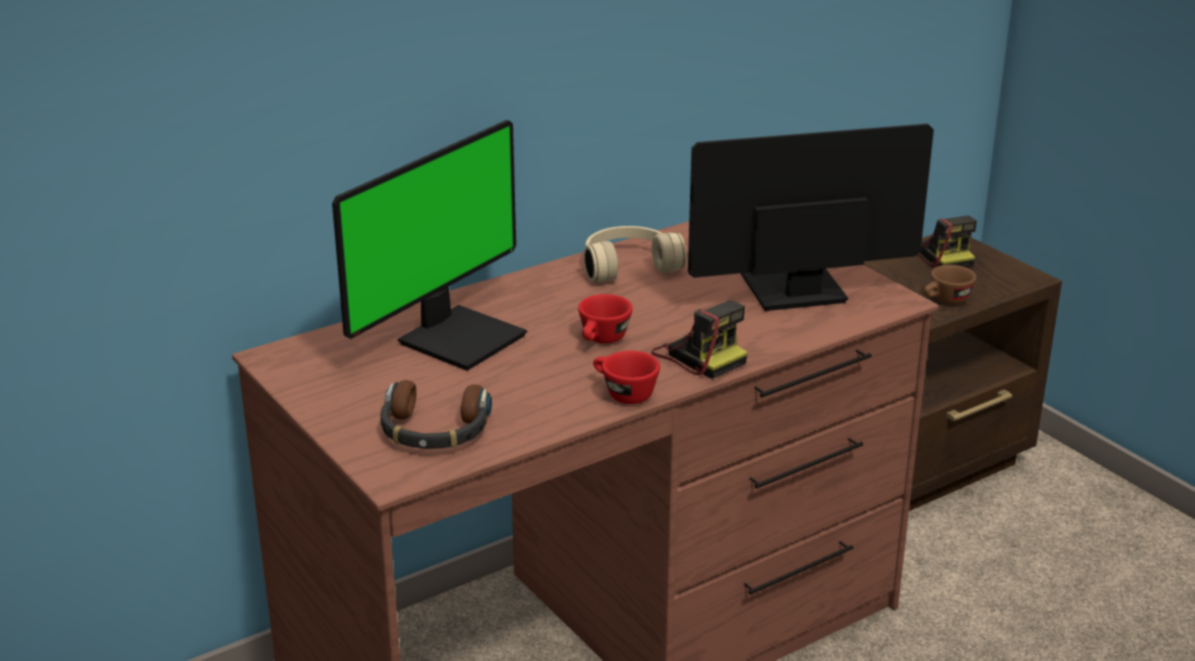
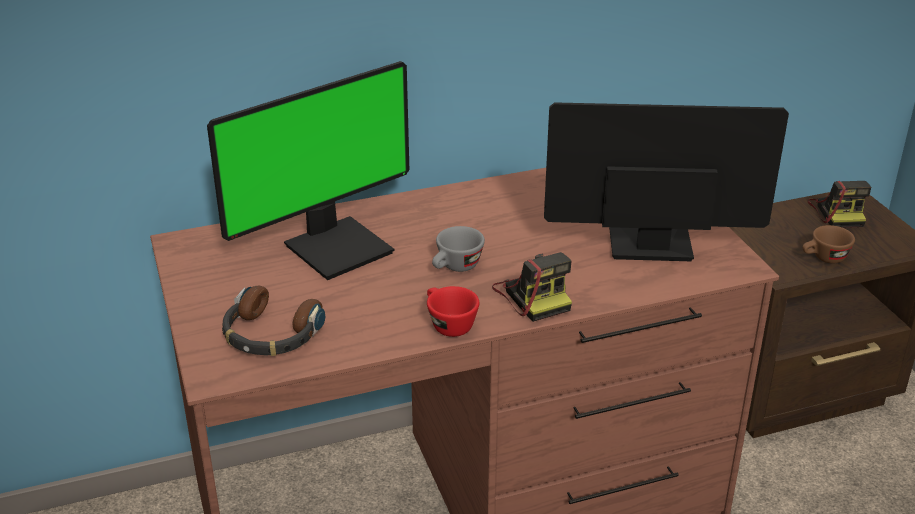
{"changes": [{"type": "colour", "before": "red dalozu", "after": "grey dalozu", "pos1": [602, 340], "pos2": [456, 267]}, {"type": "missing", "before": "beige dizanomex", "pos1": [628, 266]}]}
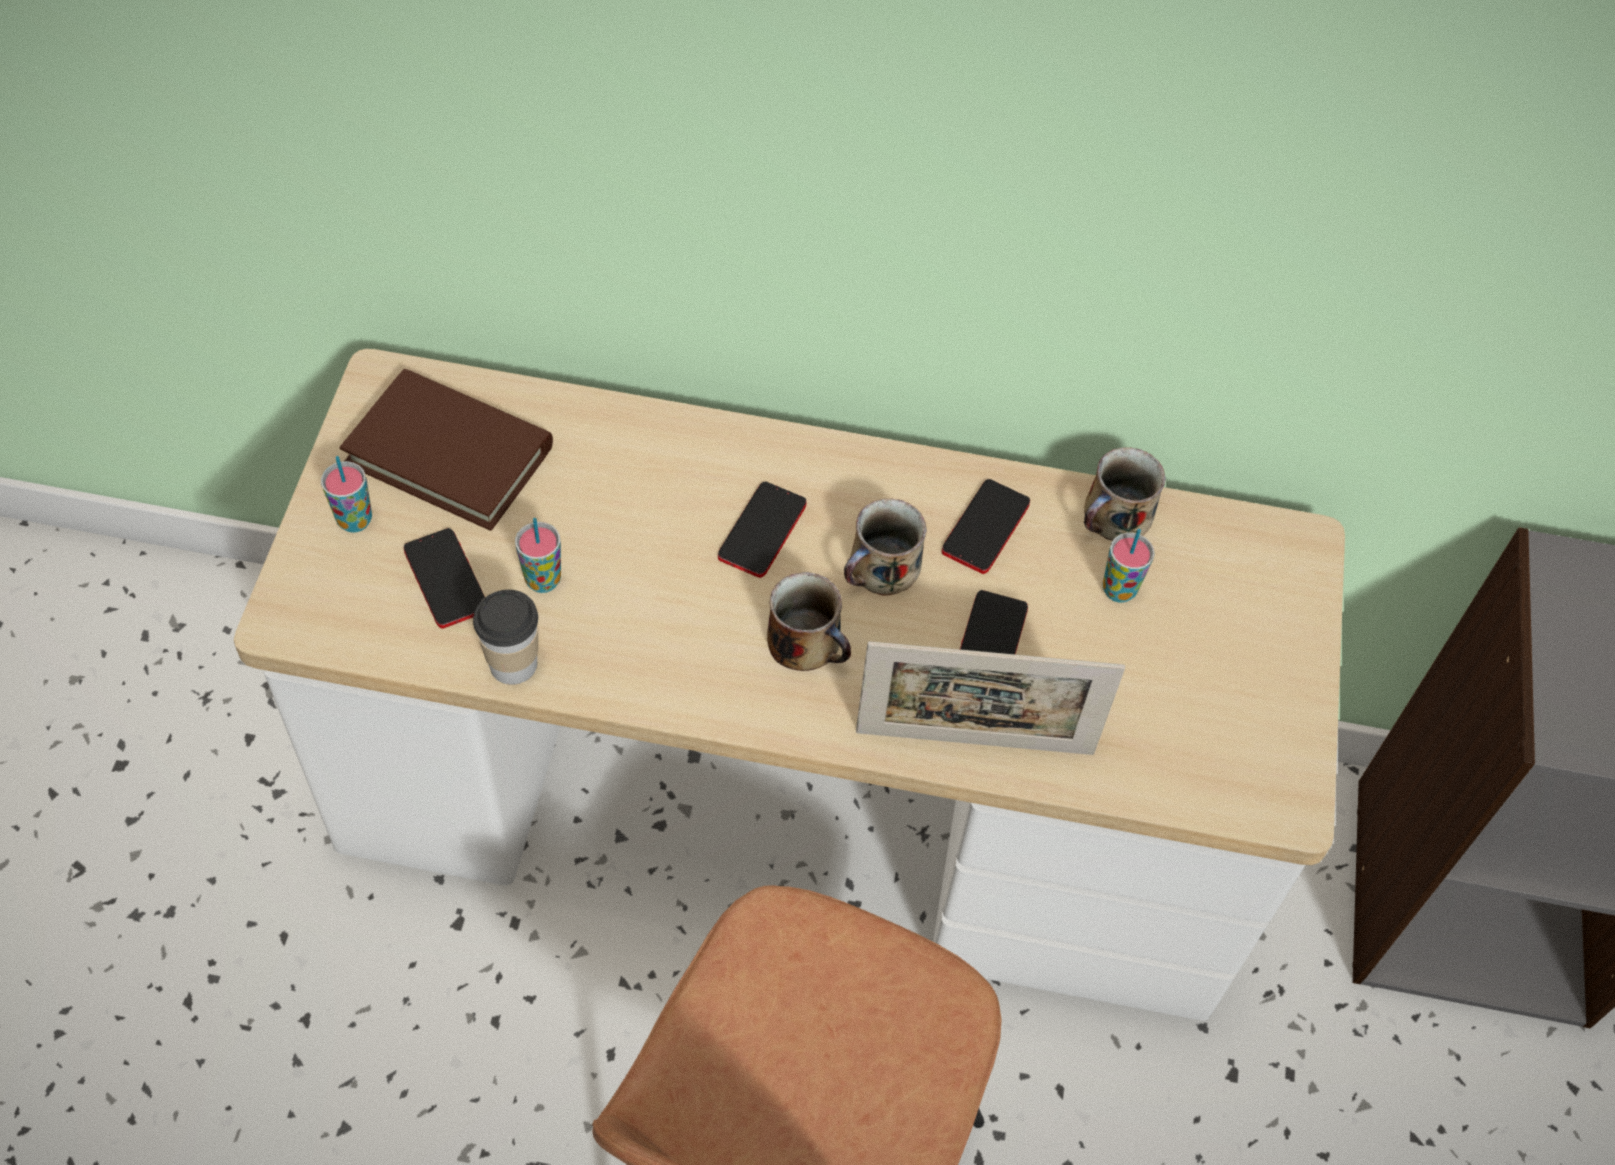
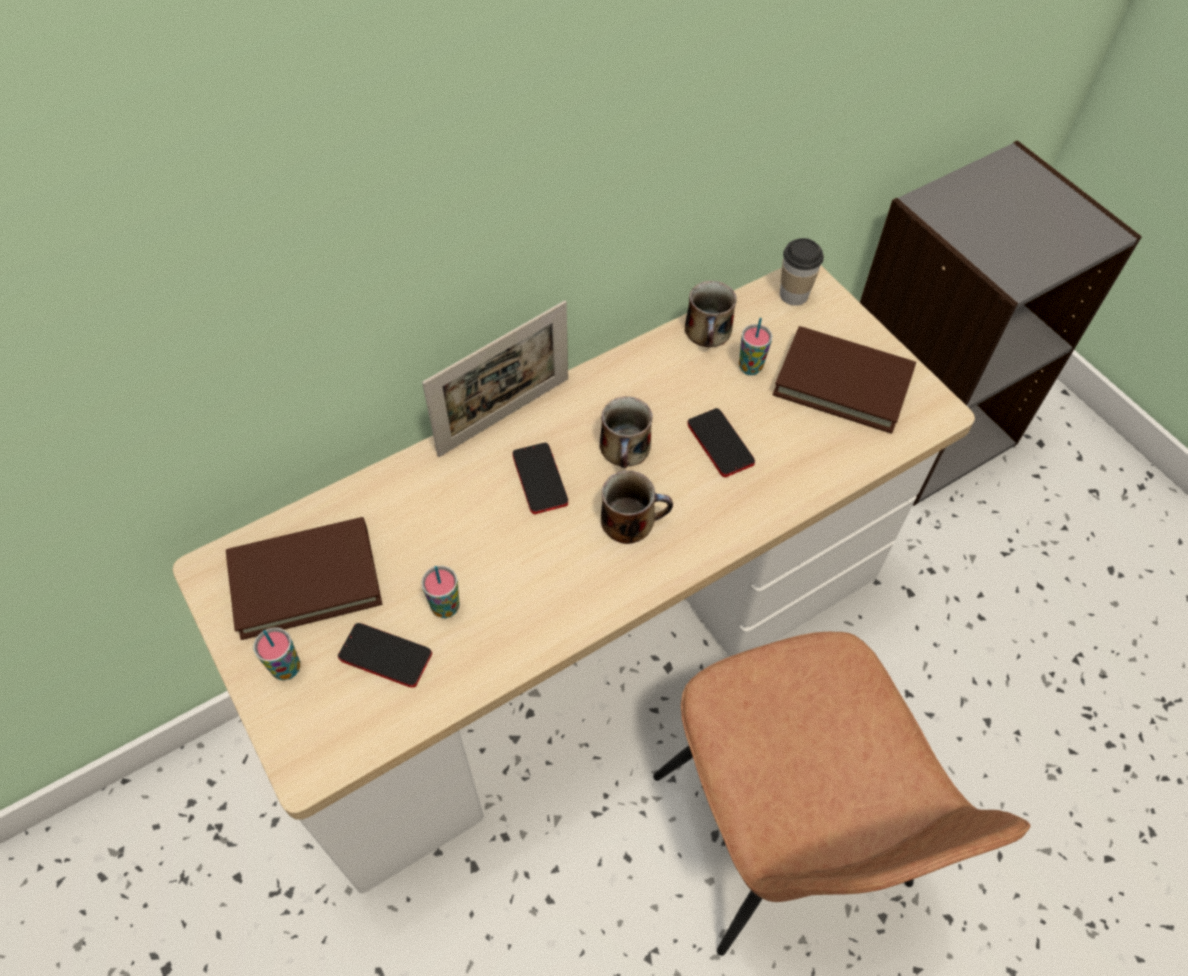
{"changes": [{"type": "relocated", "before": "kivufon", "pos1": [974, 742], "pos2": [504, 416]}, {"type": "appeared", "after": "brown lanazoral", "pos2": [842, 383]}, {"type": "relocated", "before": "dalozu", "pos1": [513, 664], "pos2": [794, 294]}, {"type": "missing", "before": "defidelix", "pos1": [985, 527]}]}
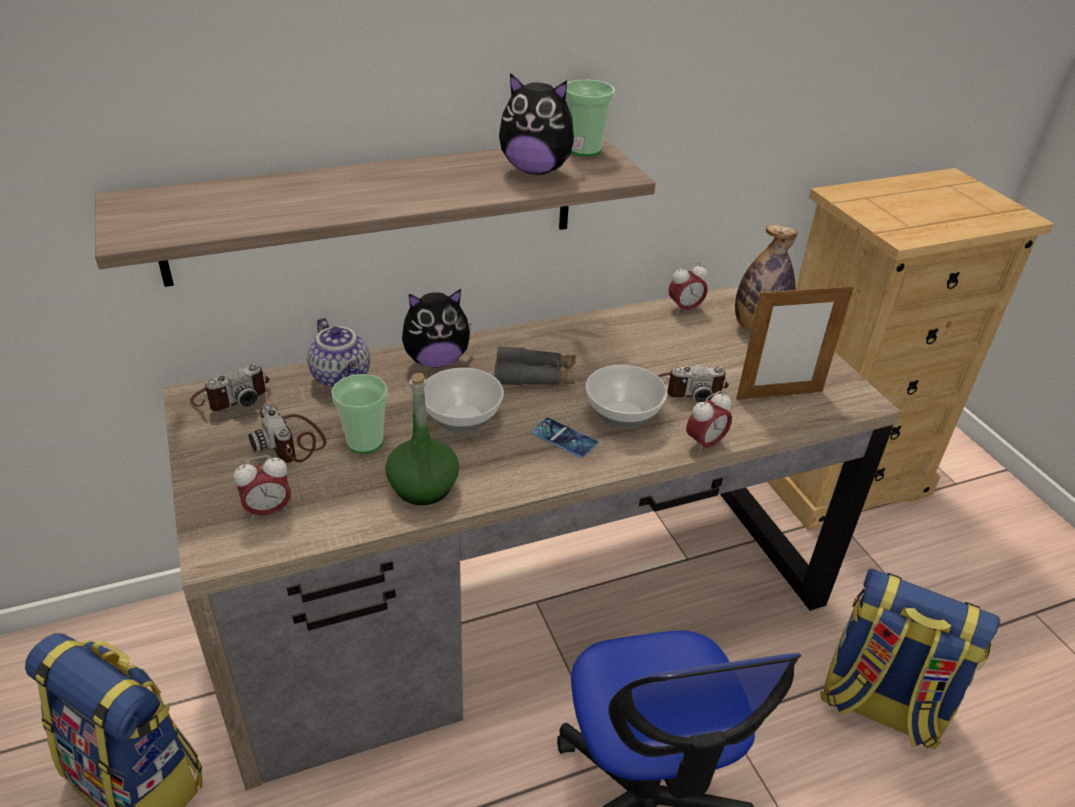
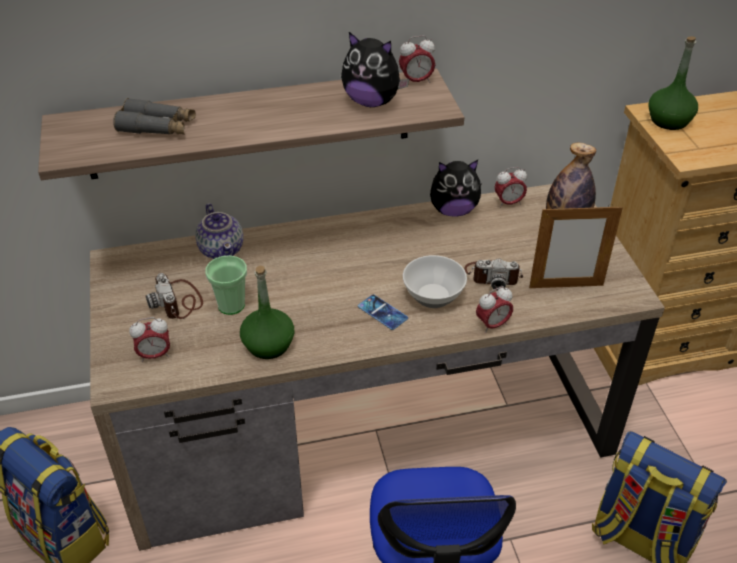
{"changes": [{"type": "relocated", "before": "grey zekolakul", "pos1": [535, 376], "pos2": [157, 127]}, {"type": "exchanged", "before": "dalozu", "after": "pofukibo", "pos1": [584, 149], "pos2": [416, 81]}, {"type": "relocated", "before": "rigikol", "pos1": [436, 360], "pos2": [453, 210]}, {"type": "appeared", "after": "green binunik", "pos2": [668, 120]}, {"type": "missing", "before": "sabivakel", "pos1": [231, 396]}, {"type": "missing", "before": "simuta", "pos1": [460, 418]}]}
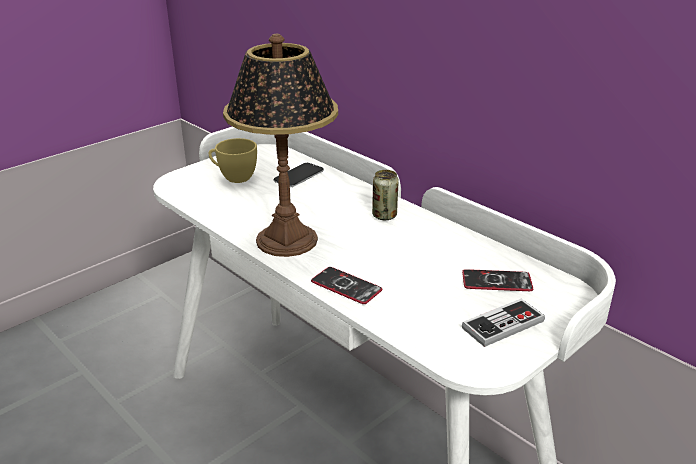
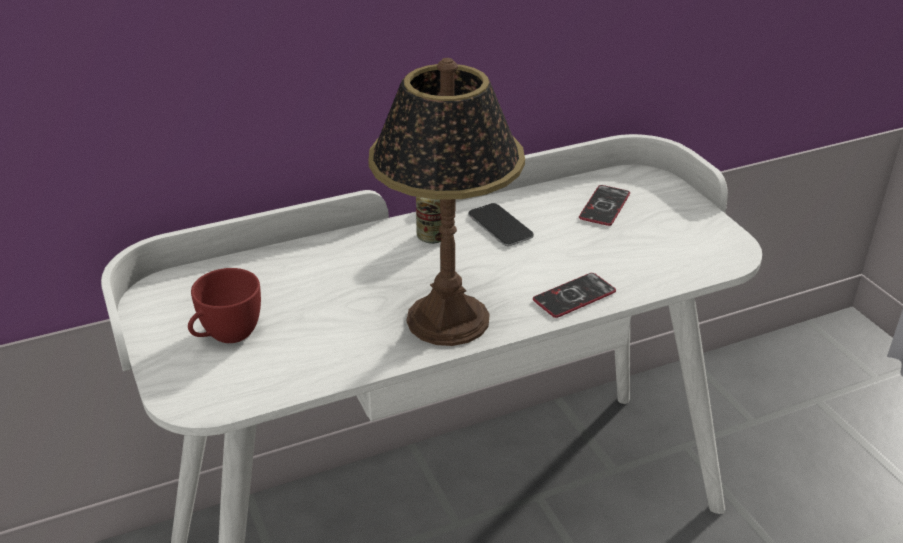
{"changes": [{"type": "colour", "before": "yellow dalozu", "after": "red dalozu", "pos1": [233, 177], "pos2": [226, 336]}, {"type": "relocated", "before": "defidelix", "pos1": [299, 176], "pos2": [500, 226]}, {"type": "missing", "before": "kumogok", "pos1": [503, 324]}]}
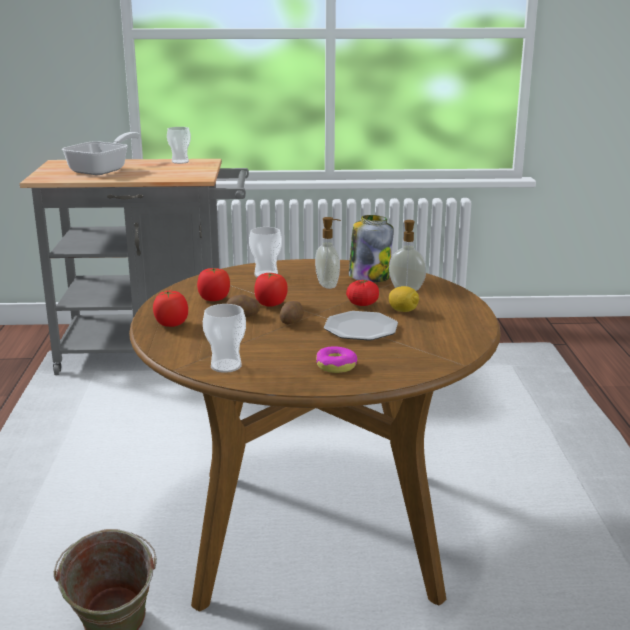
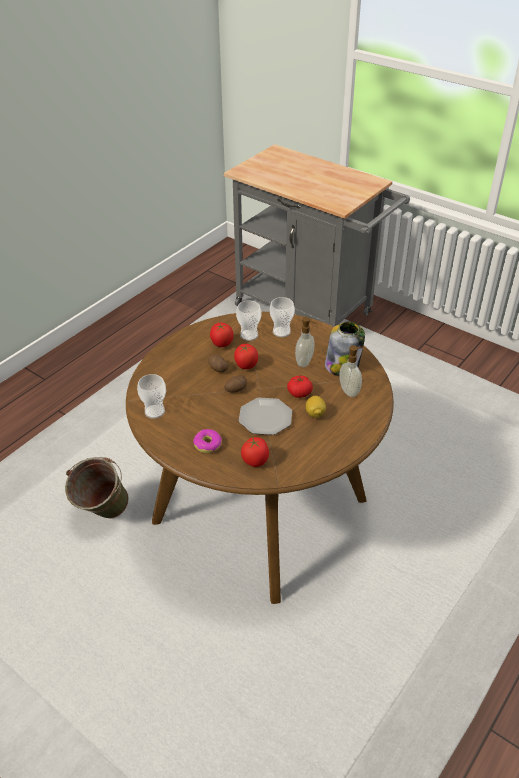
{"changes": [{"type": "relocated", "before": "dalozu", "pos1": [180, 161], "pos2": [249, 335]}, {"type": "relocated", "before": "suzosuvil", "pos1": [171, 324], "pos2": [255, 461]}, {"type": "missing", "before": "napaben", "pos1": [103, 170]}]}
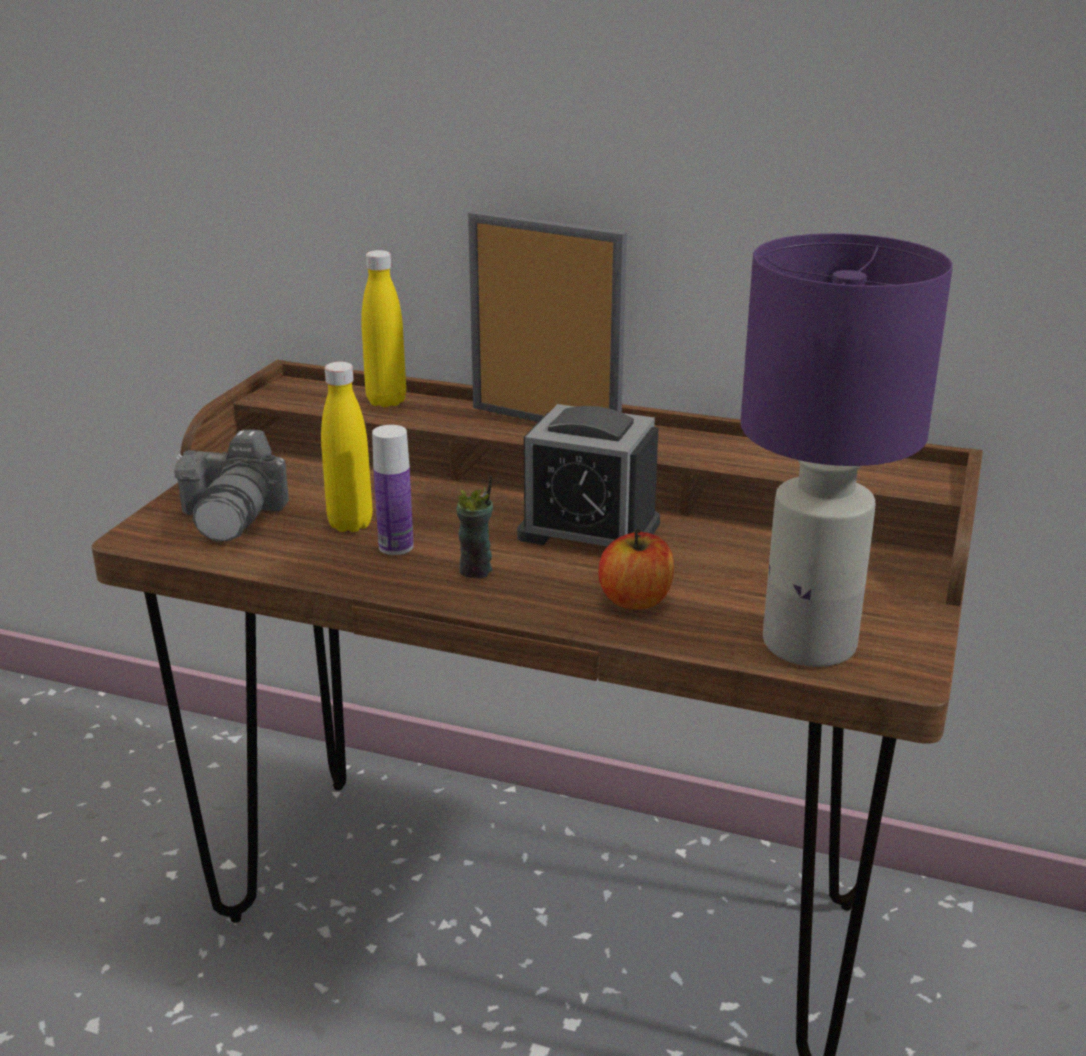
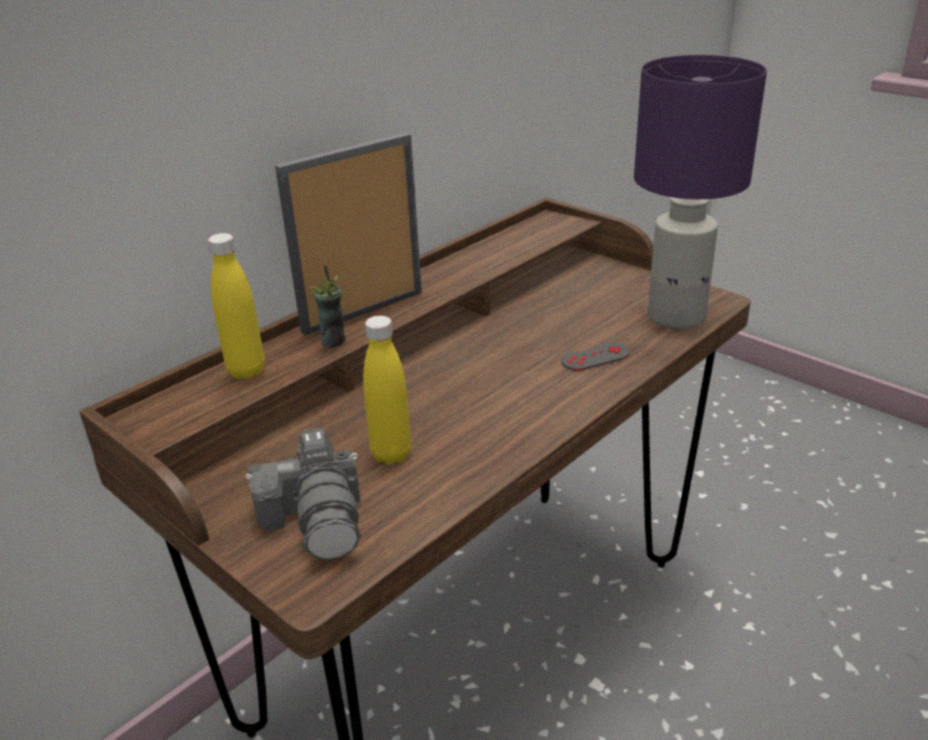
{"changes": [{"type": "spun", "before": "sabivakel", "pos1": [235, 515], "pos2": [318, 518], "turn": 45}, {"type": "relocated", "before": "dalozu", "pos1": [476, 571], "pos2": [333, 341]}, {"type": "exchanged", "before": "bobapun", "after": "grey kumogok", "pos1": [635, 600], "pos2": [595, 357]}, {"type": "missing", "before": "binunik", "pos1": [396, 547]}, {"type": "missing", "before": "pofukibo", "pos1": [589, 530]}]}
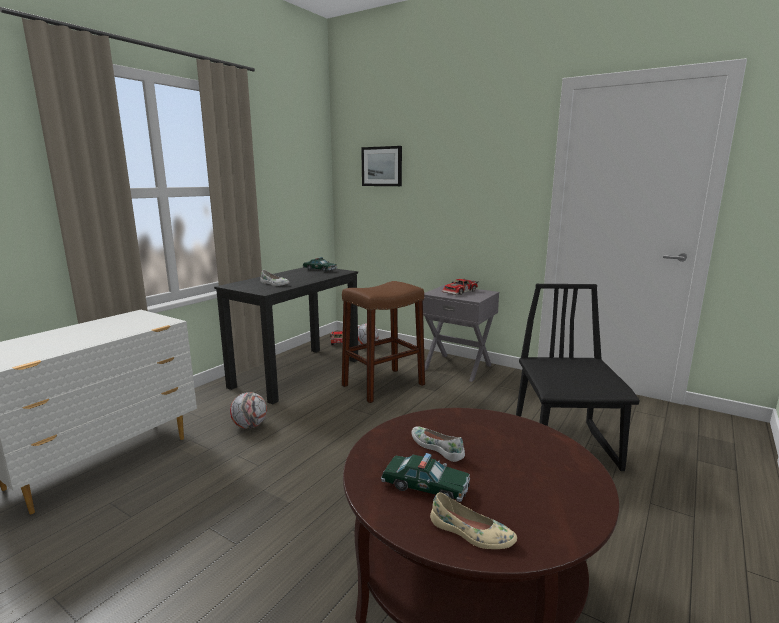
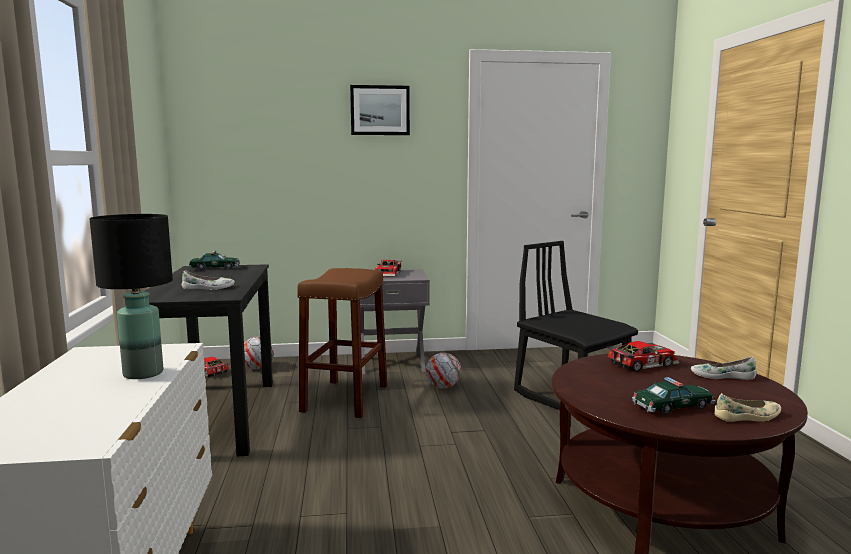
{"changes": [{"type": "appeared", "after": "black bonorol", "pos2": [144, 373]}, {"type": "relocated", "before": "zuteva", "pos1": [382, 166], "pos2": [380, 110]}, {"type": "relocated", "before": "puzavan", "pos1": [250, 426], "pos2": [443, 387]}, {"type": "appeared", "after": "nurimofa", "pos2": [640, 363]}, {"type": "relocated", "before": "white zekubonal", "pos1": [437, 447], "pos2": [722, 376]}]}
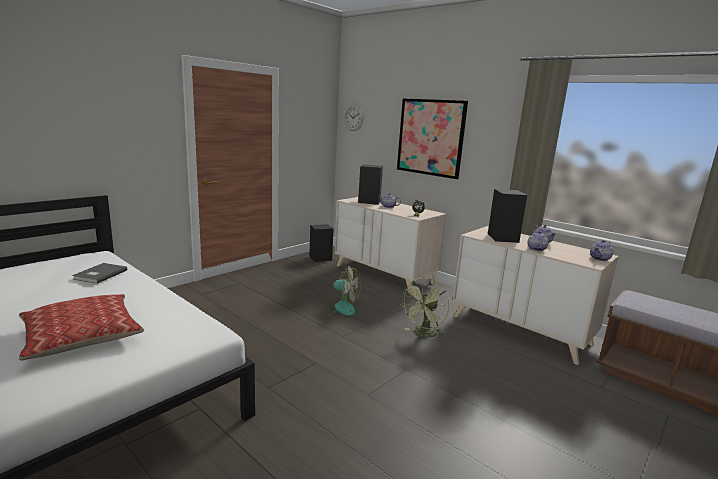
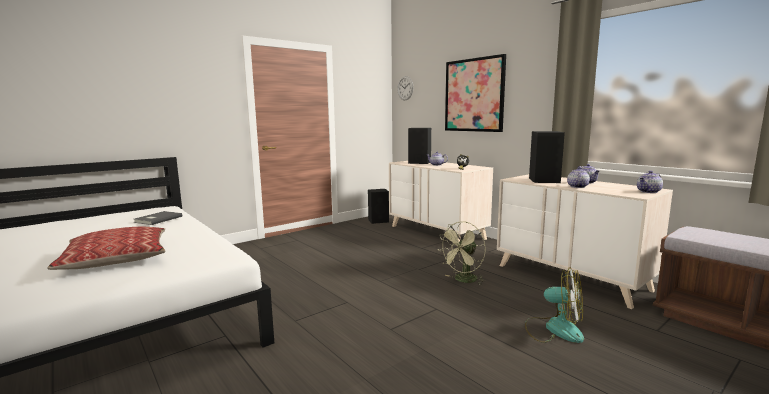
{"changes": [{"type": "relocated", "before": "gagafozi", "pos1": [339, 308], "pos2": [554, 329]}]}
